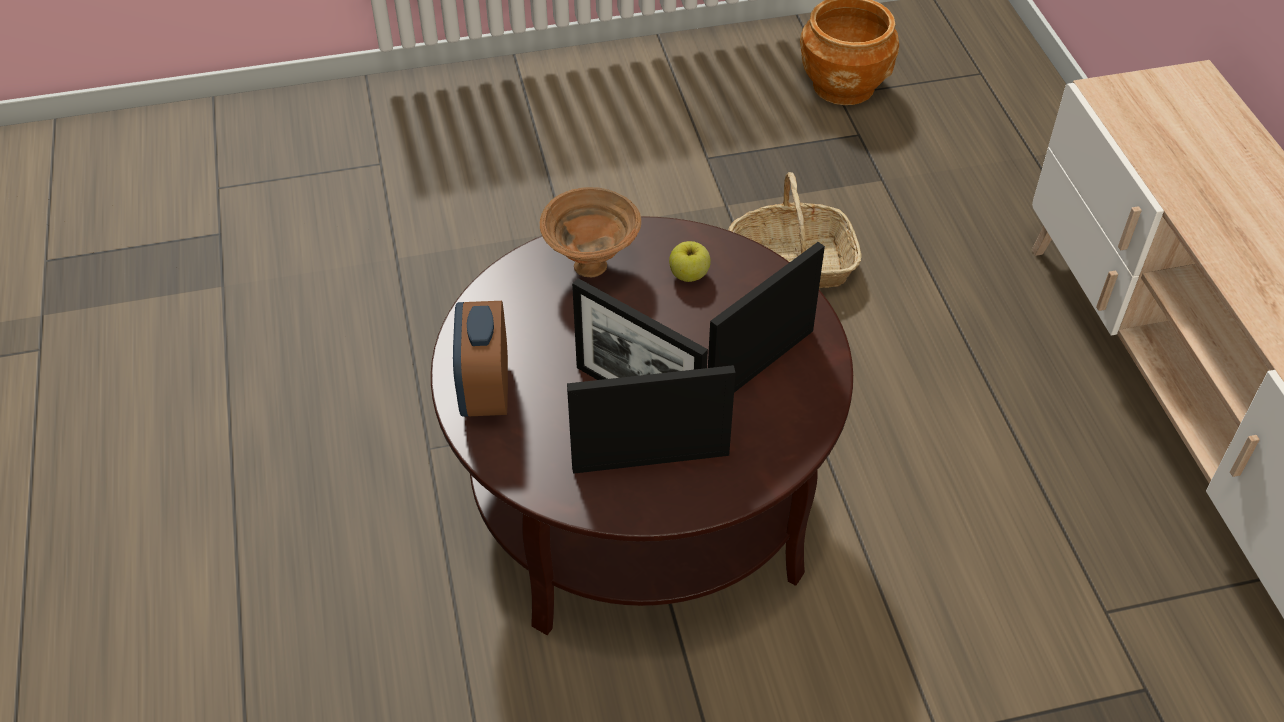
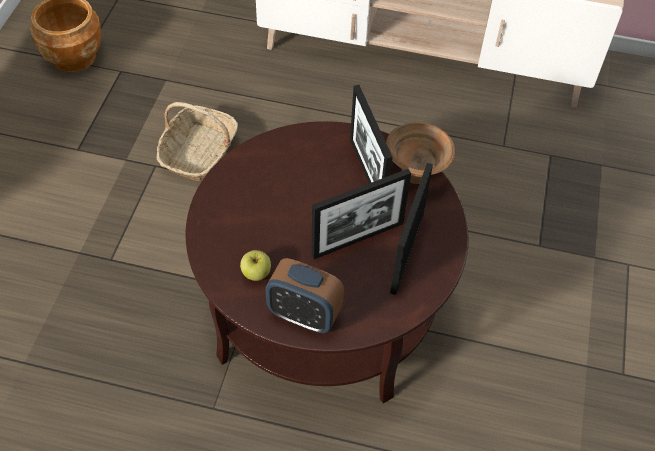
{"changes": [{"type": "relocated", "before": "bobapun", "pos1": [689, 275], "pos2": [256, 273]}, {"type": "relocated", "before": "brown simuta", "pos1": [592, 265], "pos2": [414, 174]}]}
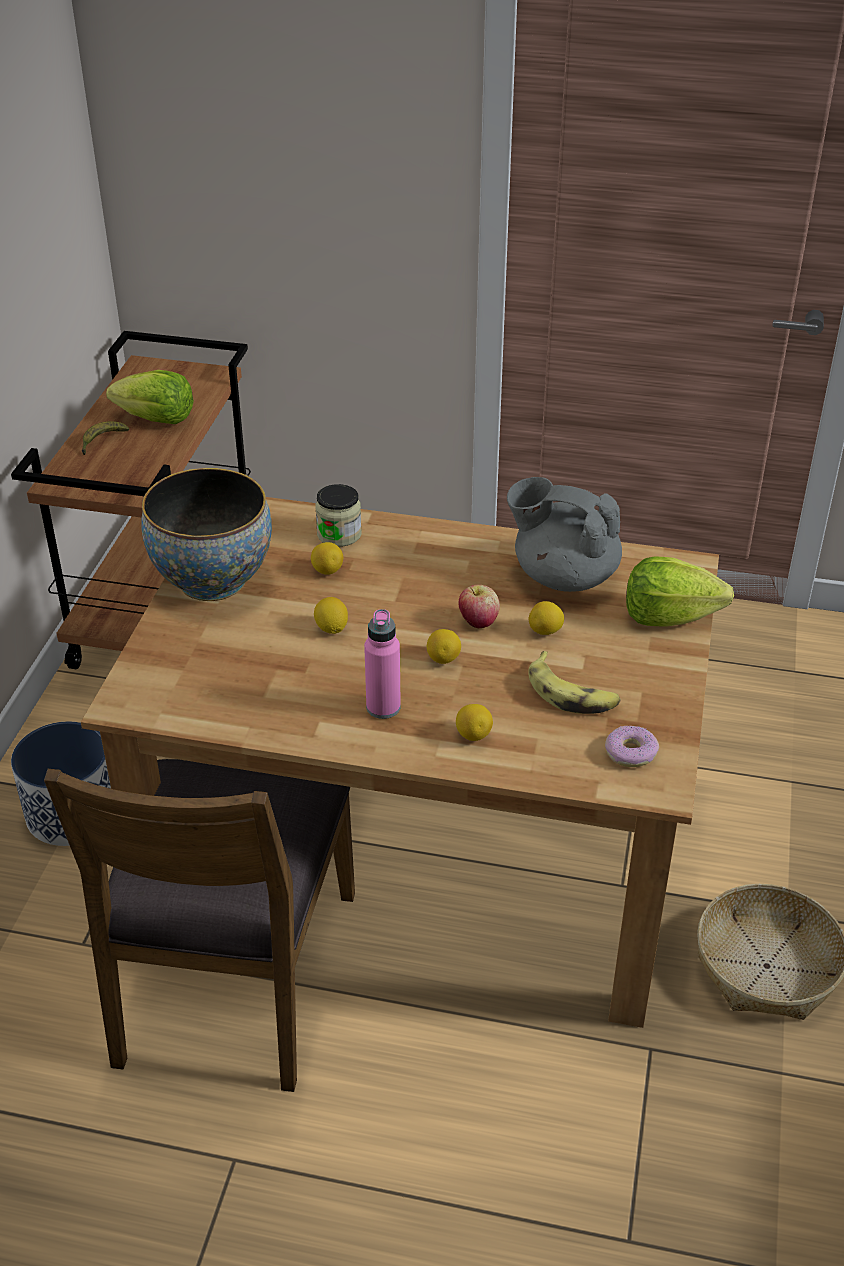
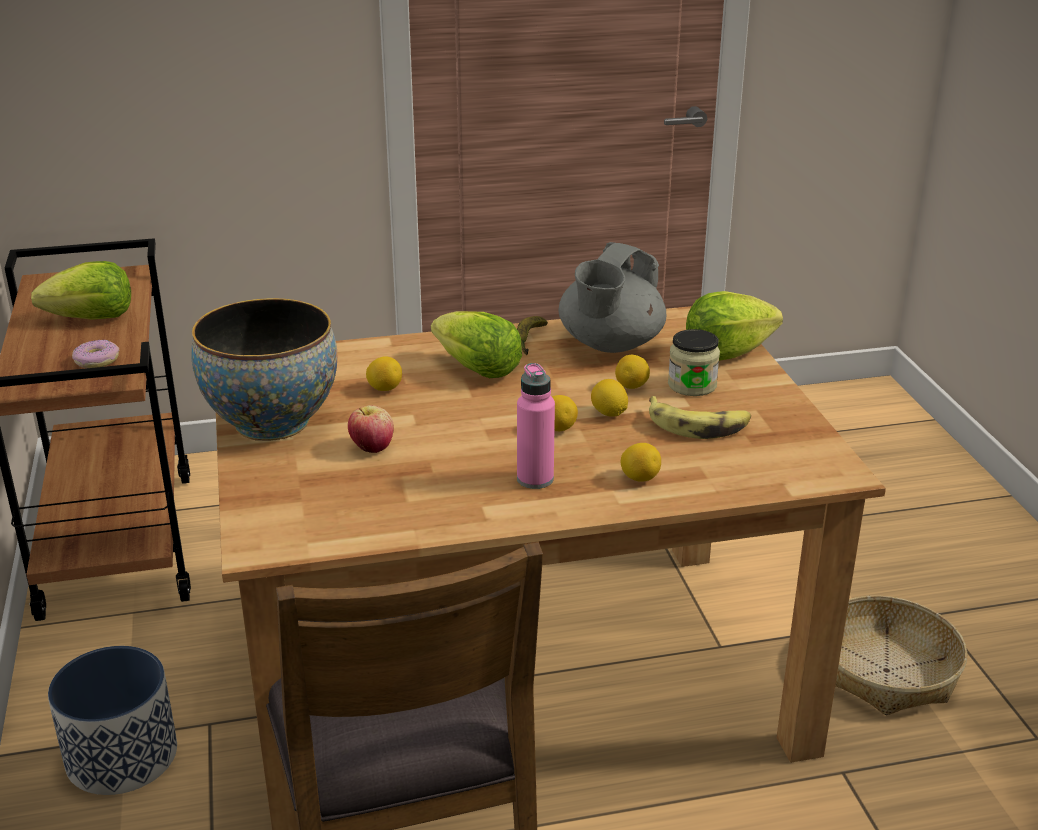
{"changes": [{"type": "relocated", "before": "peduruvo", "pos1": [630, 752], "pos2": [96, 360]}, {"type": "relocated", "before": "bobapun", "pos1": [478, 622], "pos2": [372, 448]}, {"type": "appeared", "after": "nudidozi", "pos2": [478, 370]}, {"type": "relocated", "before": "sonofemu", "pos1": [102, 441], "pos2": [529, 340]}, {"type": "spun", "before": "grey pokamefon", "pos1": [563, 576], "pos2": [610, 344], "turn": -60}, {"type": "relocated", "before": "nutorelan", "pos1": [331, 628], "pos2": [608, 413]}, {"type": "relocated", "before": "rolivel", "pos1": [339, 534], "pos2": [692, 385]}]}
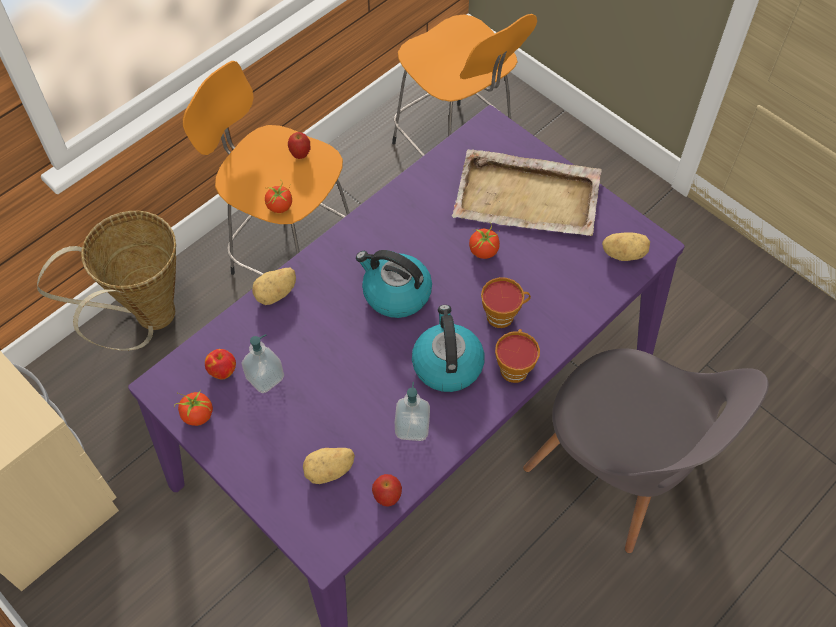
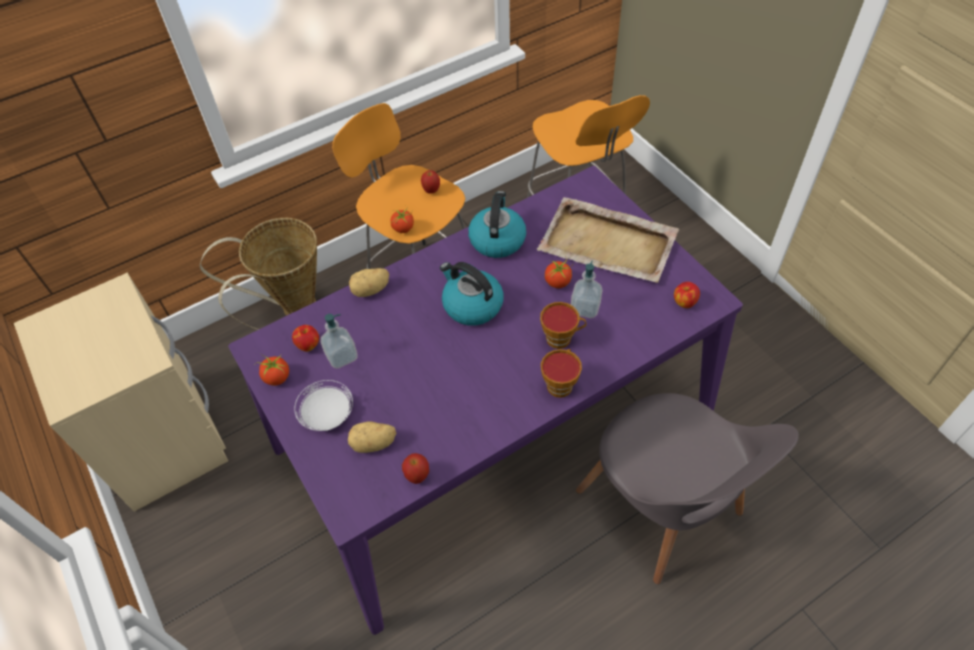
{"changes": [{"type": "appeared", "after": "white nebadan", "pos2": [327, 414]}, {"type": "relocated", "before": "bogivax", "pos1": [447, 363], "pos2": [497, 239]}, {"type": "relocated", "before": "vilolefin", "pos1": [412, 427], "pos2": [585, 308]}, {"type": "exchanged", "before": "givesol", "after": "bobapun", "pos1": [623, 253], "pos2": [684, 302]}]}
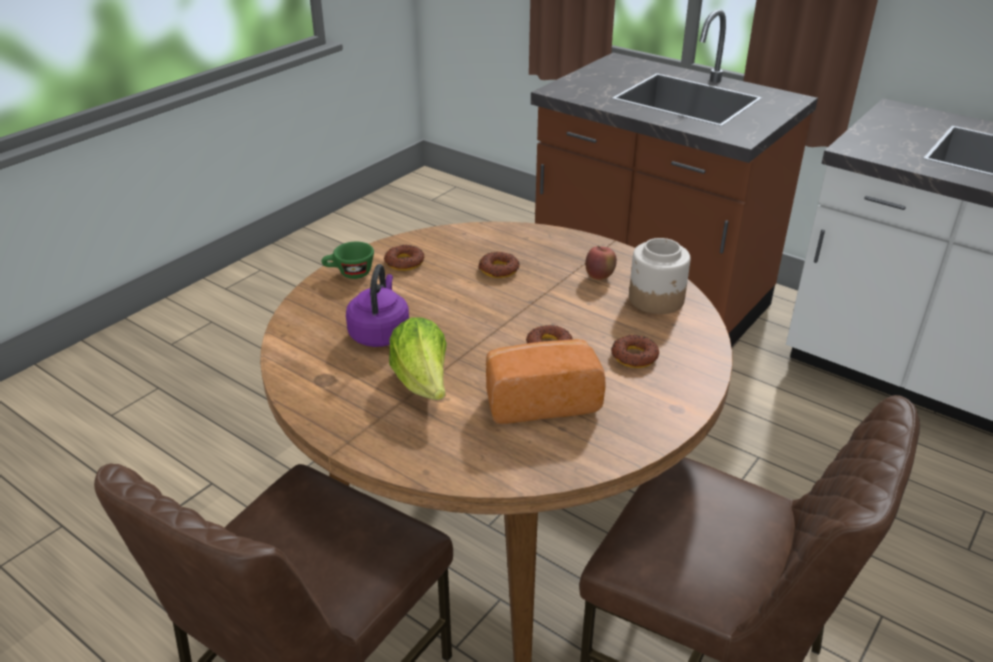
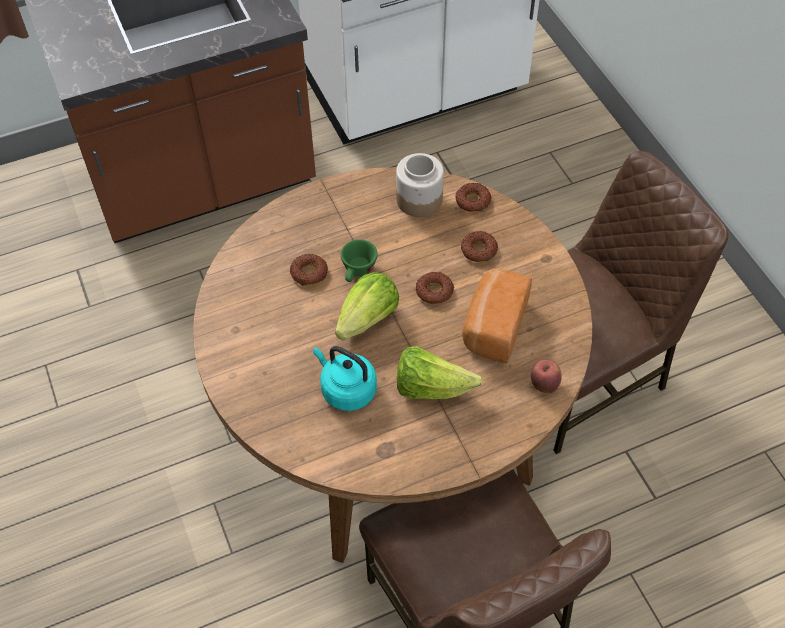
{"changes": [{"type": "colour", "before": "purple bogivax", "after": "turquoise bogivax", "pos1": [380, 333], "pos2": [346, 390]}, {"type": "appeared", "after": "nudidozi", "pos2": [368, 319]}, {"type": "relocated", "before": "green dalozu", "pos1": [349, 274], "pos2": [358, 272]}, {"type": "relocated", "before": "peduruvo", "pos1": [404, 262], "pos2": [472, 201]}, {"type": "relocated", "before": "bobapun", "pos1": [599, 277], "pos2": [544, 385]}]}
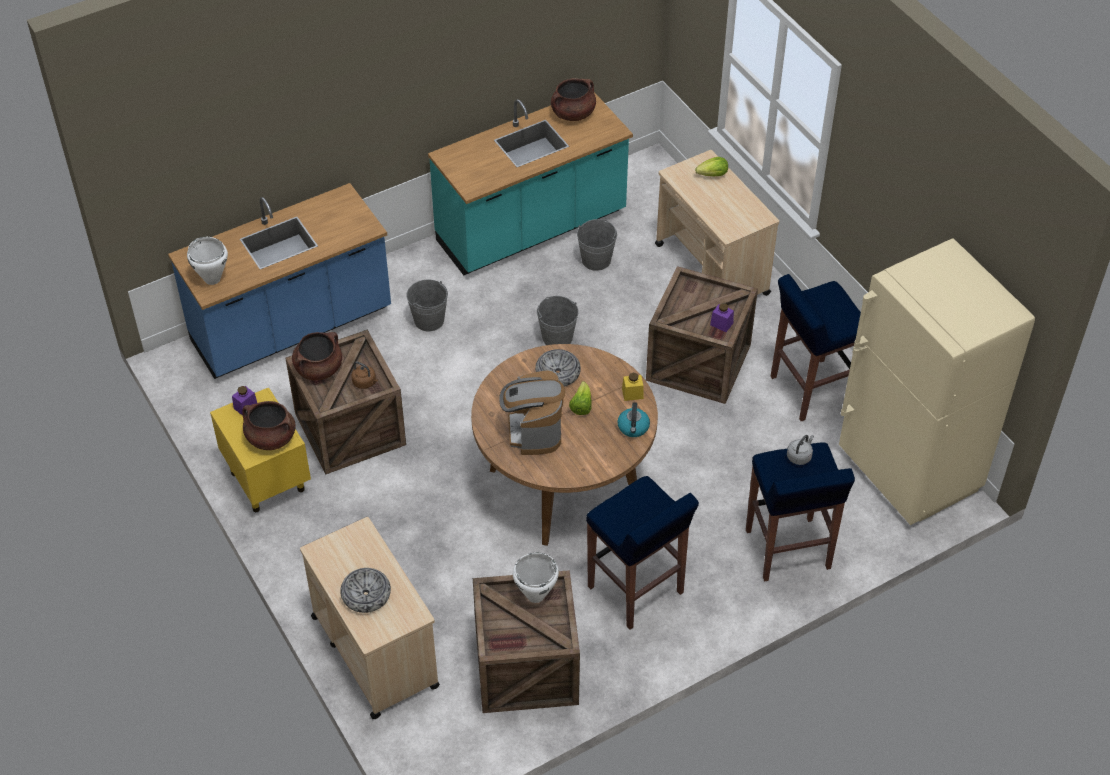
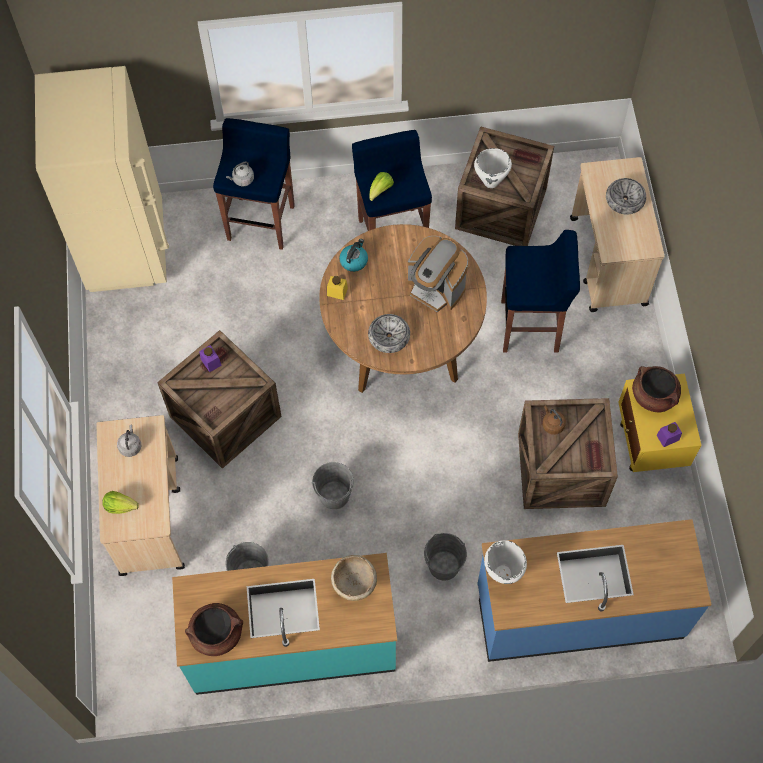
{"changes": [{"type": "appeared", "after": "grey bogivax", "pos2": [130, 446]}, {"type": "appeared", "after": "beige simuta", "pos2": [354, 584]}, {"type": "relocated", "before": "nudidozi", "pos1": [581, 406], "pos2": [380, 191]}, {"type": "spun", "before": "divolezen", "pos1": [534, 431], "pos2": [436, 288], "turn": 105}, {"type": "relocated", "before": "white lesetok", "pos1": [212, 279], "pos2": [503, 573]}, {"type": "relocated", "before": "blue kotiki", "pos1": [810, 390], "pos2": [531, 326]}, {"type": "missing", "before": "brown lesetok", "pos1": [319, 368]}]}
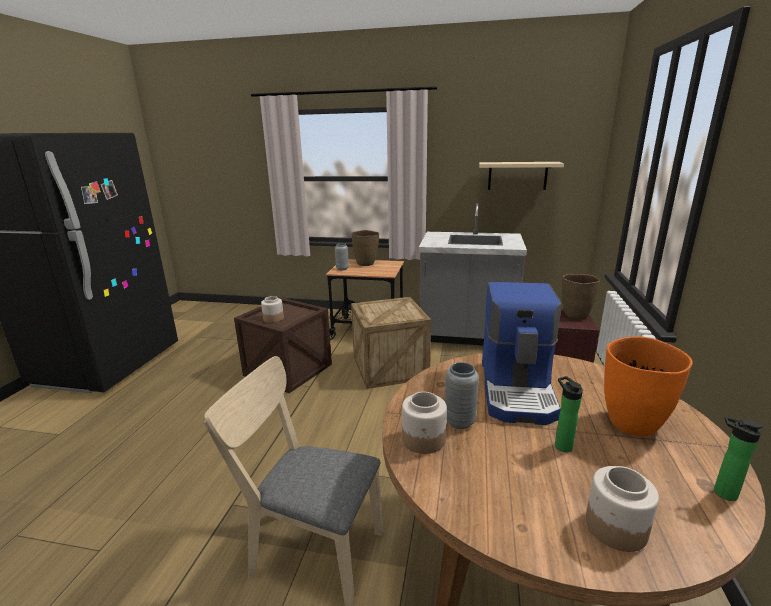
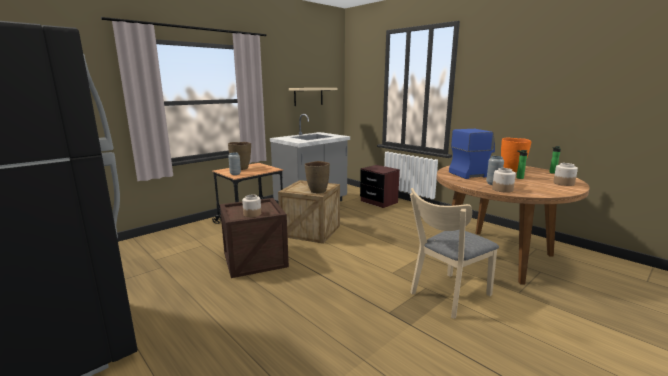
{"changes": [{"type": "relocated", "before": "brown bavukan", "pos1": [575, 315], "pos2": [317, 191]}, {"type": "spun", "before": "divolezen", "pos1": [518, 390], "pos2": [476, 173], "turn": -60}]}
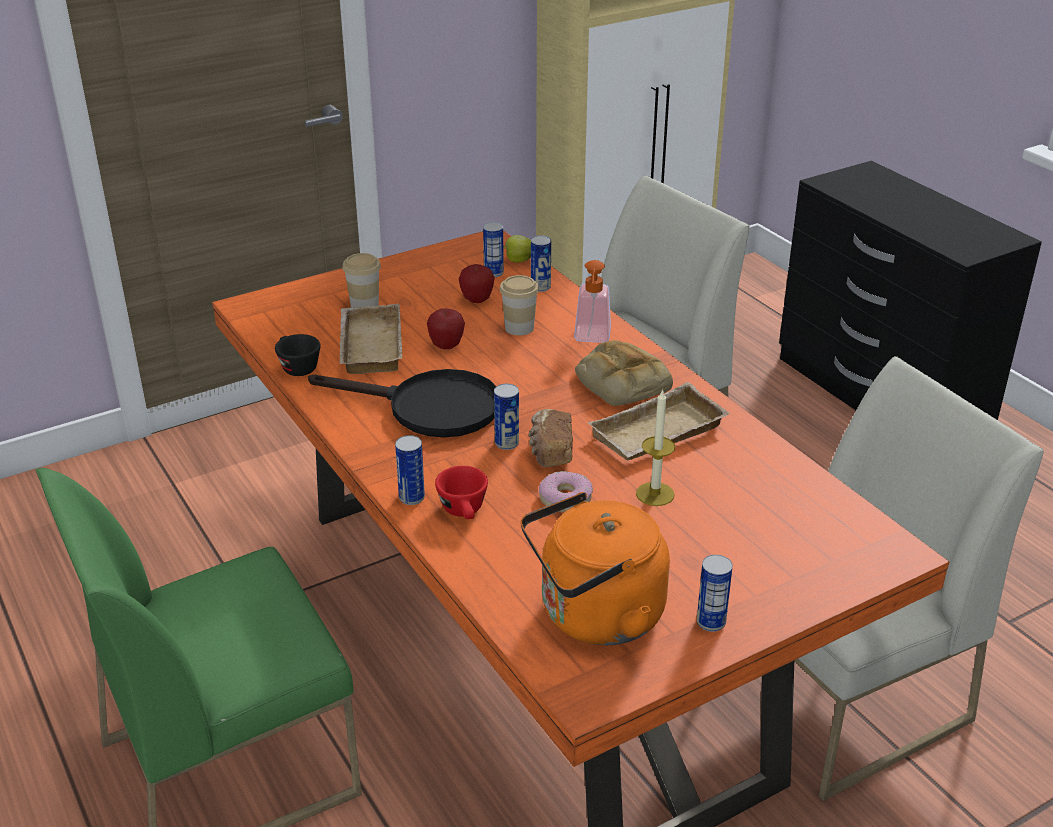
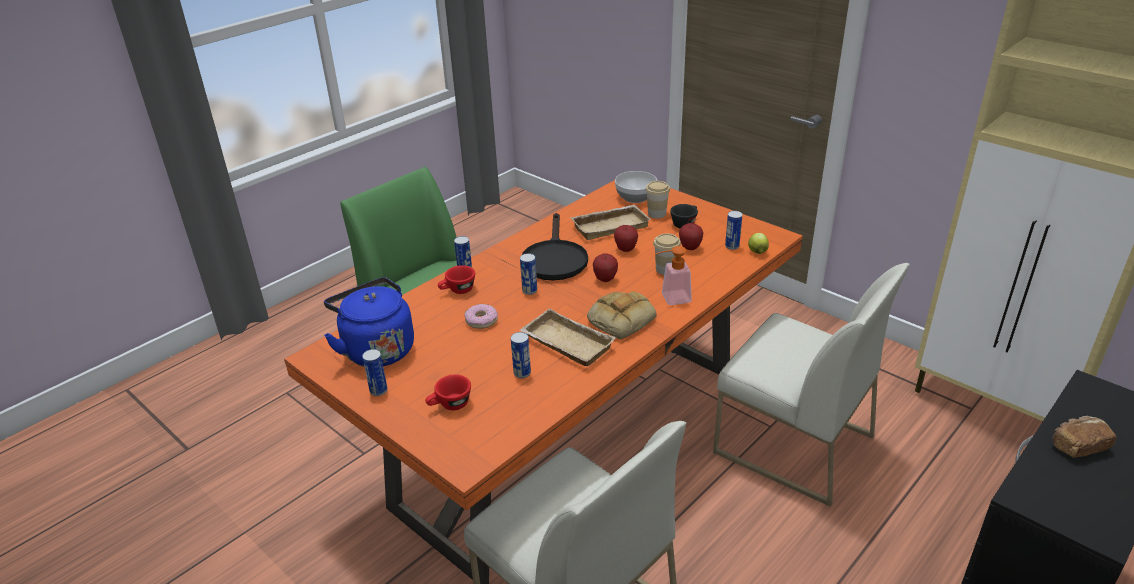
{"changes": [{"type": "colour", "before": "orange bogivax", "after": "blue bogivax", "pos1": [595, 617], "pos2": [376, 349]}, {"type": "appeared", "after": "red dalozu", "pos2": [450, 405]}, {"type": "relocated", "before": "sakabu", "pos1": [540, 287], "pos2": [522, 373]}, {"type": "appeared", "after": "bobapun", "pos2": [605, 279]}, {"type": "appeared", "after": "simuta", "pos2": [635, 197]}, {"type": "relocated", "before": "black dalozu", "pos1": [296, 367], "pos2": [685, 223]}, {"type": "relocated", "before": "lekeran", "pos1": [550, 452], "pos2": [1078, 446]}, {"type": "missing", "before": "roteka", "pos1": [655, 494]}]}
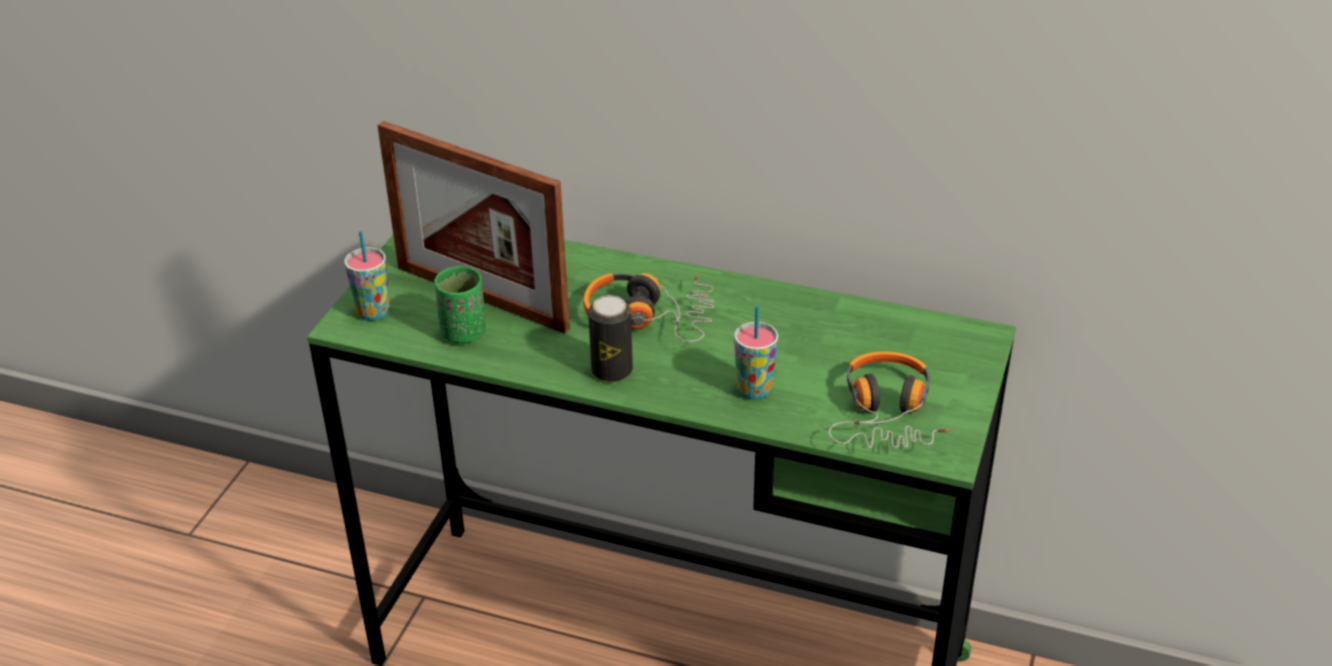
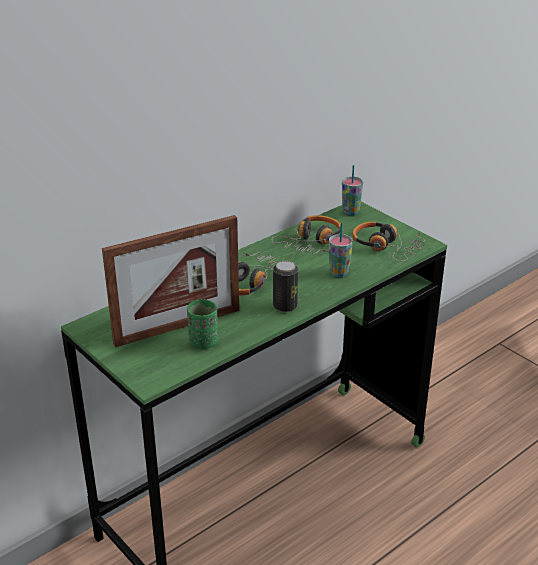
{"changes": [{"type": "appeared", "after": "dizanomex", "pos2": [311, 242]}, {"type": "relocated", "before": "dalozu", "pos1": [373, 312], "pos2": [350, 212]}]}
